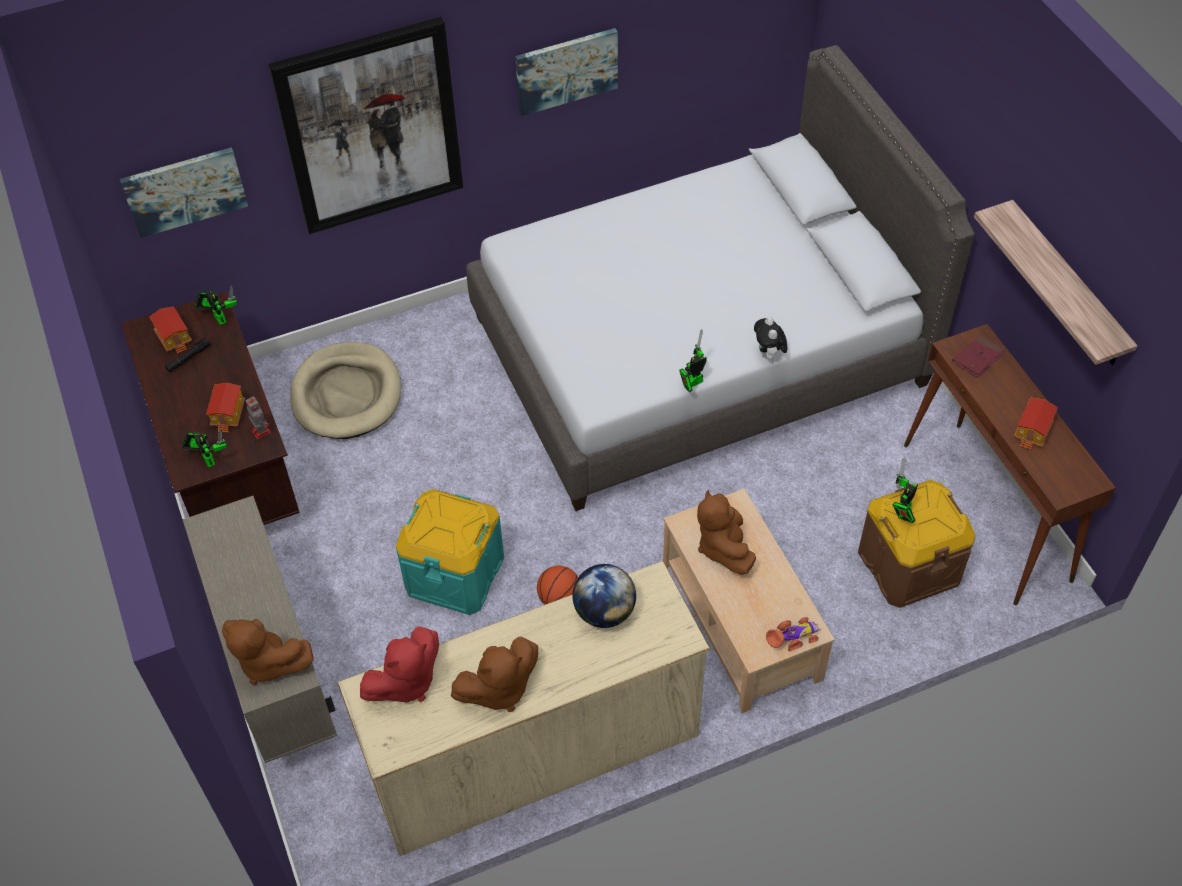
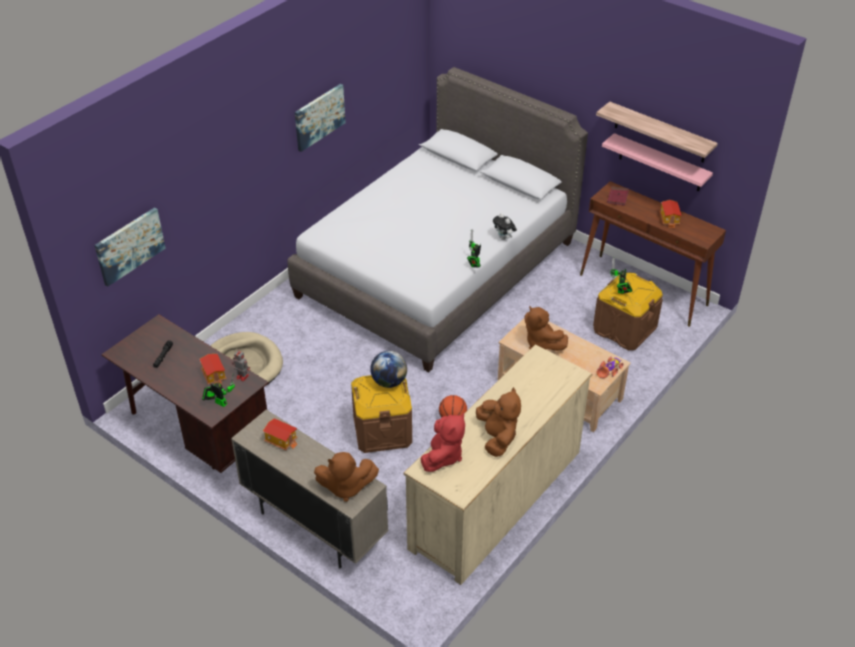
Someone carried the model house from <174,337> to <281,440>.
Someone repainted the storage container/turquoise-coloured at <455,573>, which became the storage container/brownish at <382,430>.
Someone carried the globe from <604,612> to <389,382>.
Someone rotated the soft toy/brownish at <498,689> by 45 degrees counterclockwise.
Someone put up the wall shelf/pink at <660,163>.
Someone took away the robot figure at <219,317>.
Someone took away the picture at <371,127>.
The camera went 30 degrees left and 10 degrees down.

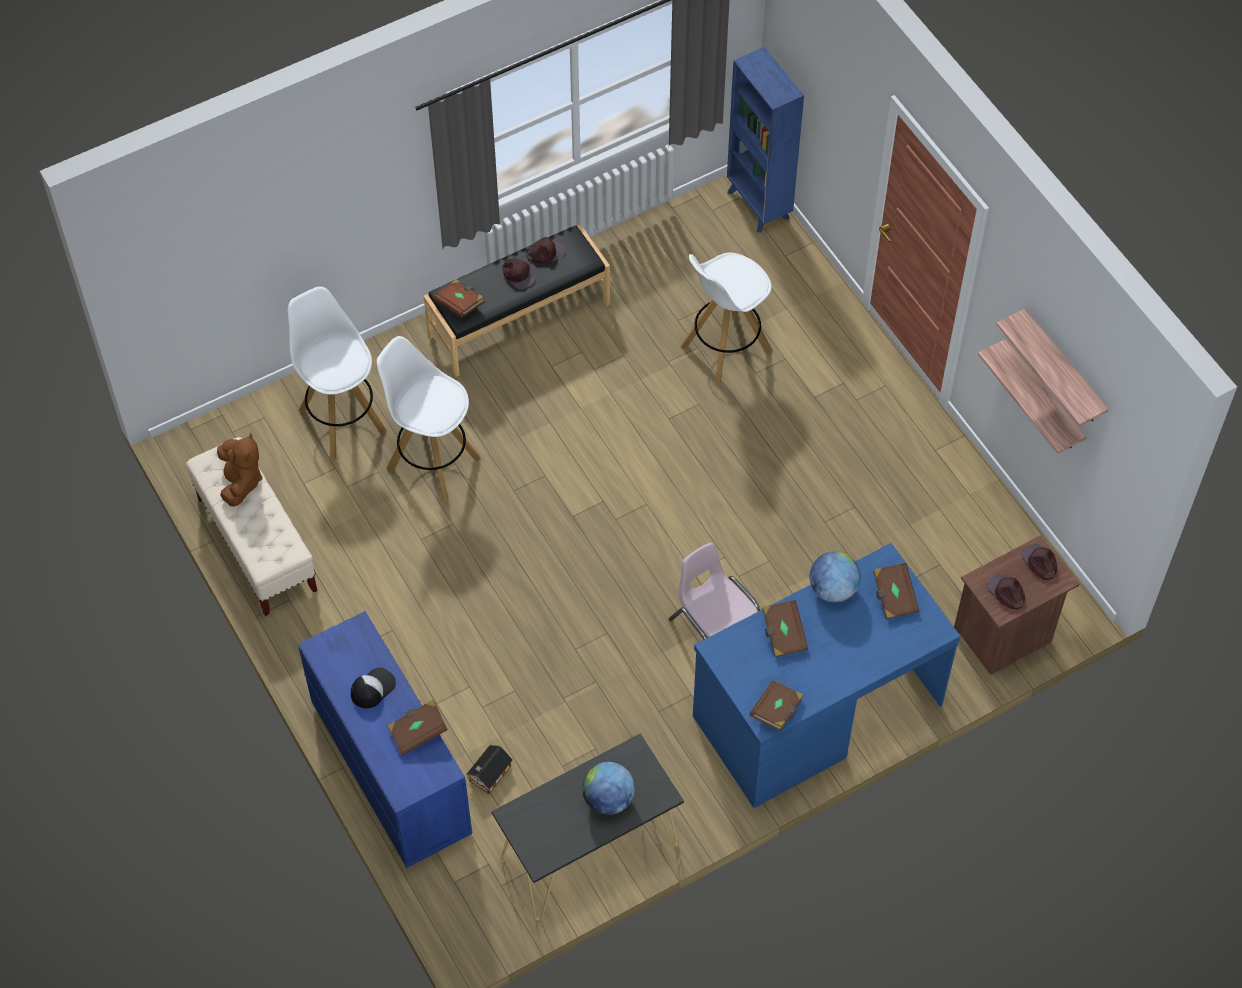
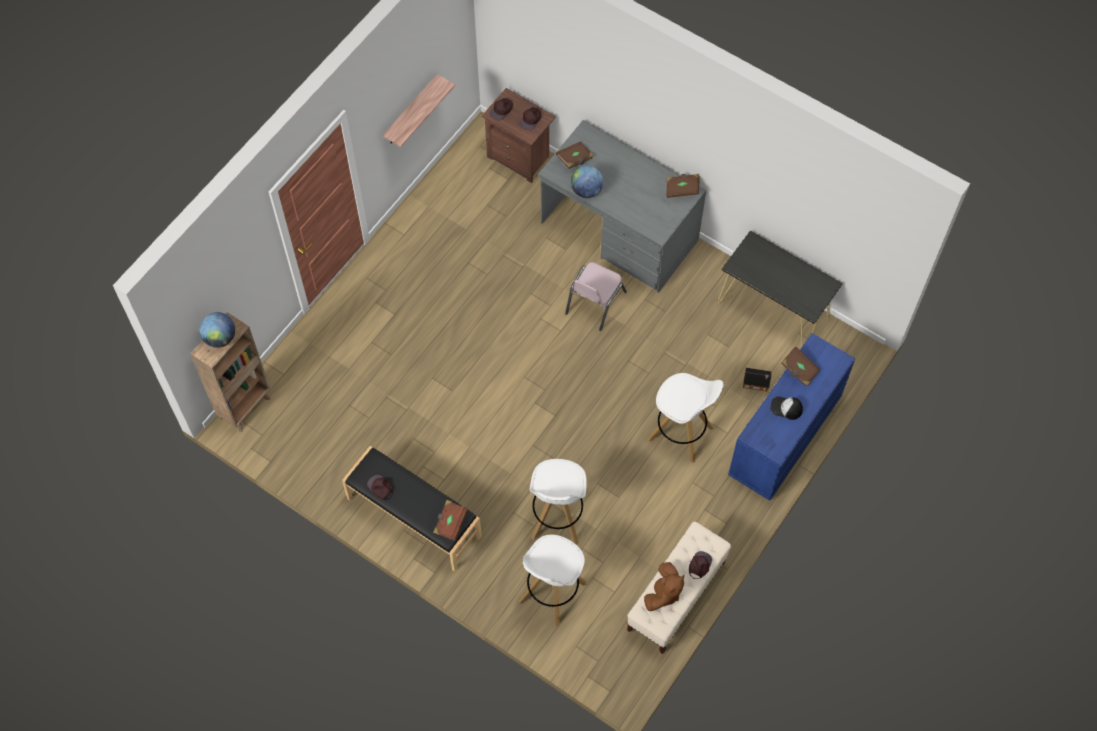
Someone repainted the shelving unit/blue at <758,206>, which became the shelving unit/brownish at <246,407>.
Someone carried the globe from <608,799> to <220,338>.
Someone repainted the desk table/blue at <816,709>, which became the desk table/grey at <619,232>.
Someone rotated the soft toy/brownish at <241,481> by 150 degrees clockwise.
Someone carried the sitting stool/white-coloured from <725,349> to <681,434>.
Someone carried the peaked cap/brownish from <518,274> to <699,565>.
Someone took away the book/brownish at <783,634>.
Someone took away the wall shelf at <1063,369>.
The camera went 115 degrees left and 5 degrees up.

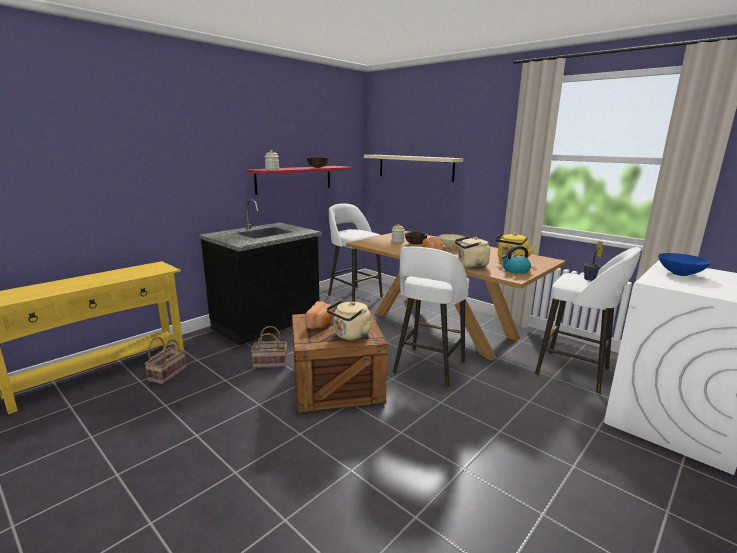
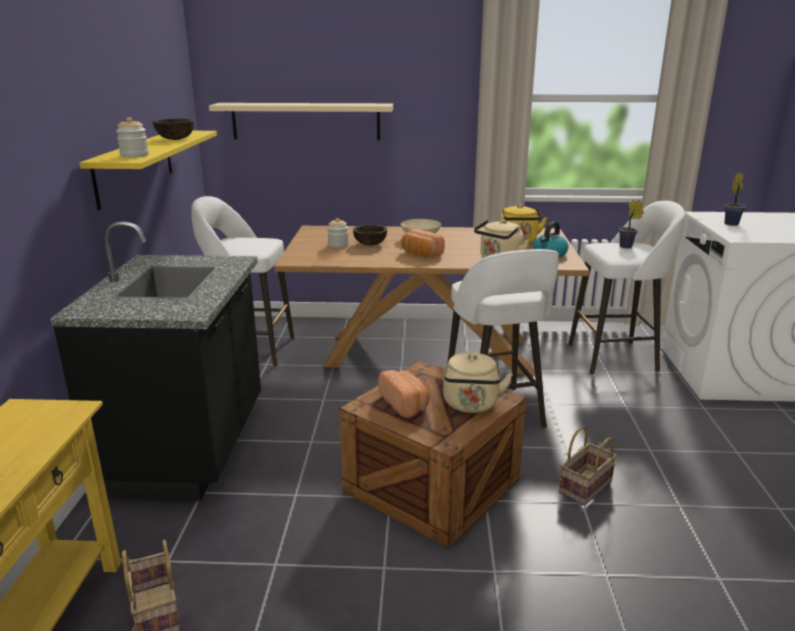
Someone repainted the wall shelf/red at <294,179>, which became the wall shelf/yellowish at <135,166>.
Someone carried the storage basket from <269,363> to <585,488>.
Someone swapped the deep dish/blue at <679,274> for the houseplant at <732,224>.
The camera went 40 degrees left and 5 degrees up.

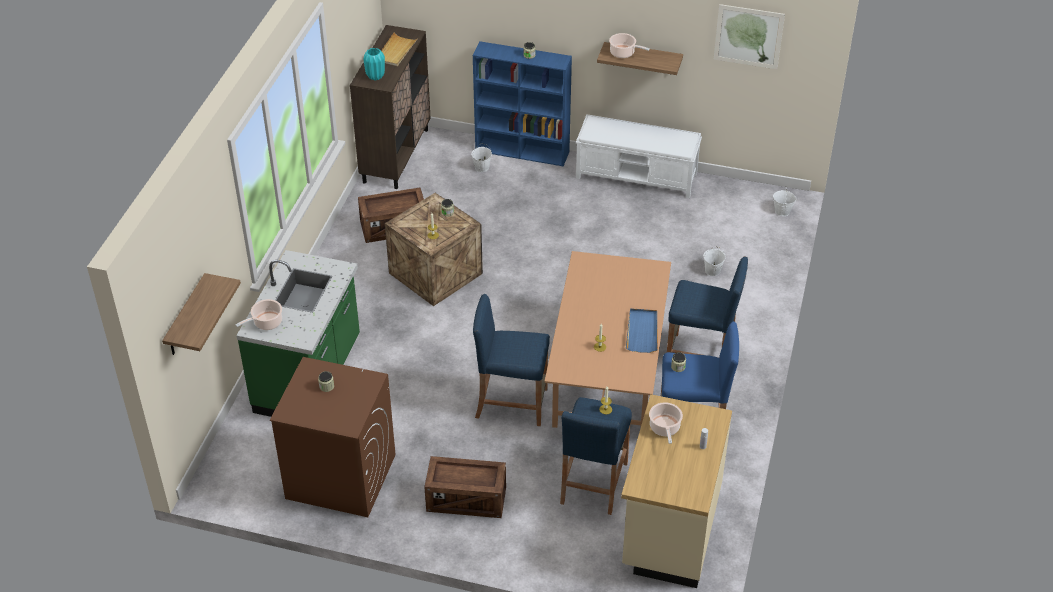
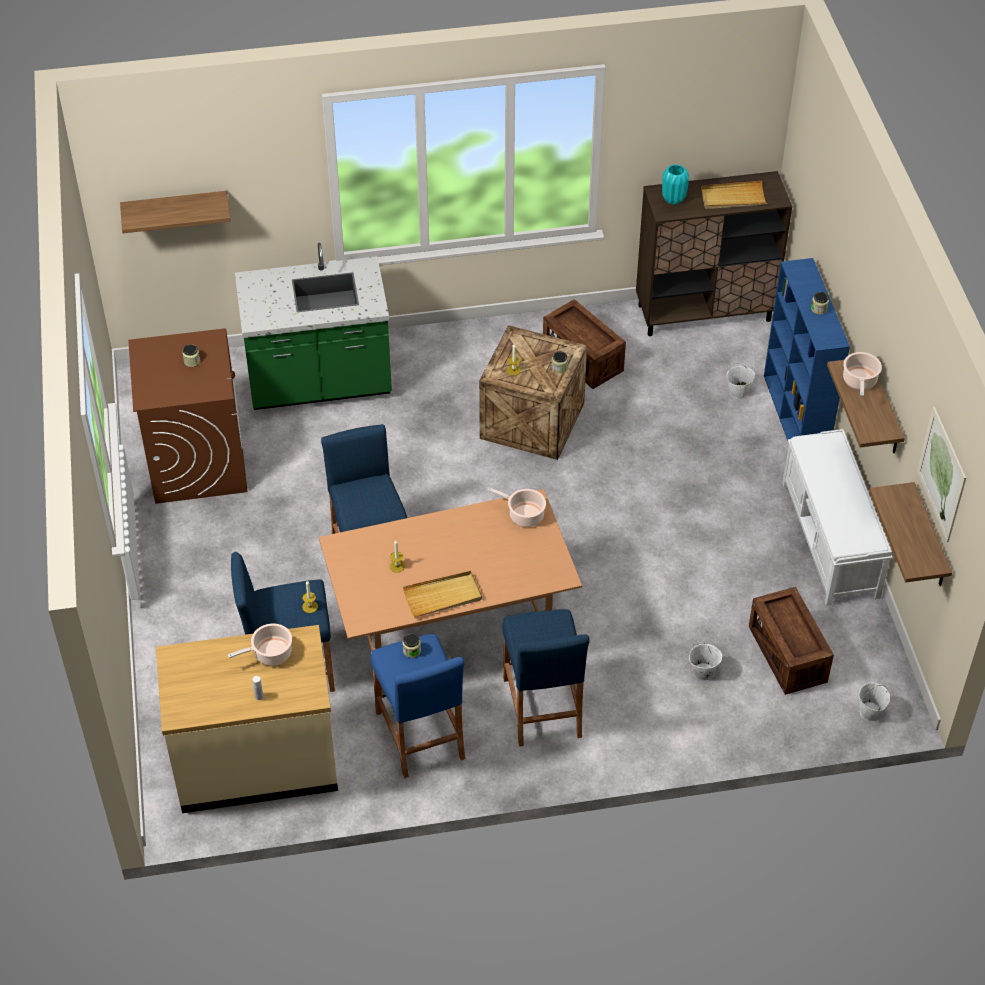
Someone repainted the tray/blue at <642,332>, which became the tray/sand-coloured at <443,596>.
Someone carried the cooking pot from <266,323> to <524,515>.
Someone carried the packing crate from <466,500> to <787,654>.
Someone put up the wall shelf at <929,538>.
The camera went 65 degrees right and 5 degrees up.

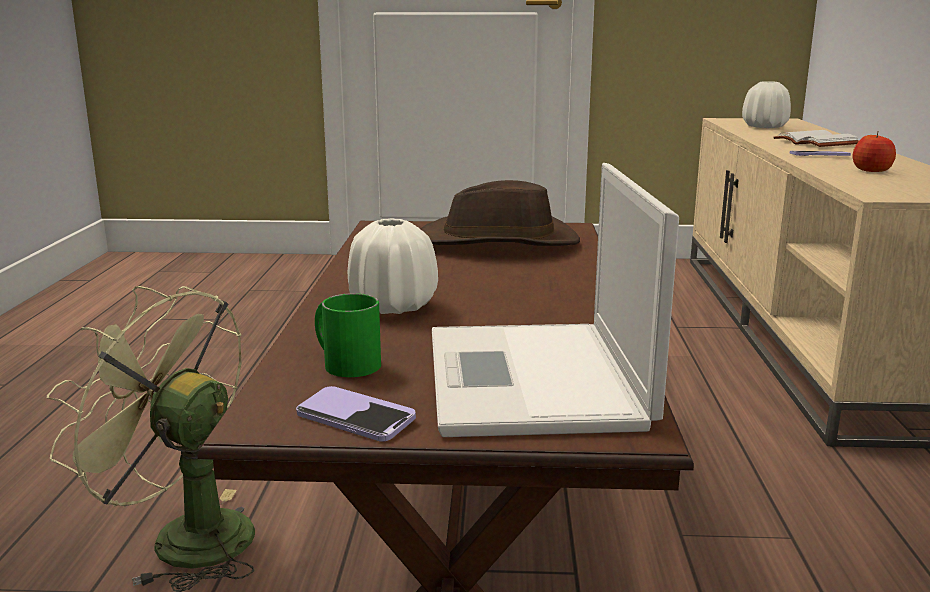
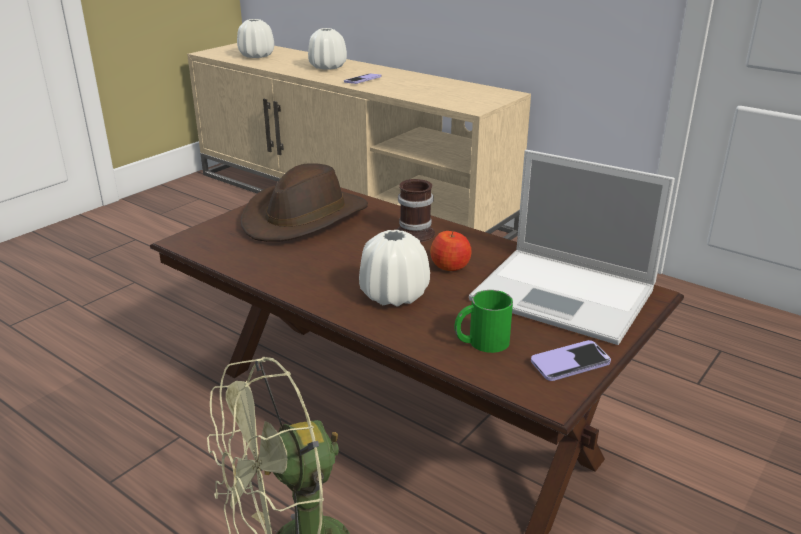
Someone swapped the book/white-coloured at <813,143> for the decorative vase/white-coloured at <327,67>.
Someone put down the tea mug at <415,231>.
Someone carried the apple fruit from <871,170> to <450,266>.
The camera went 55 degrees left and 10 degrees up.

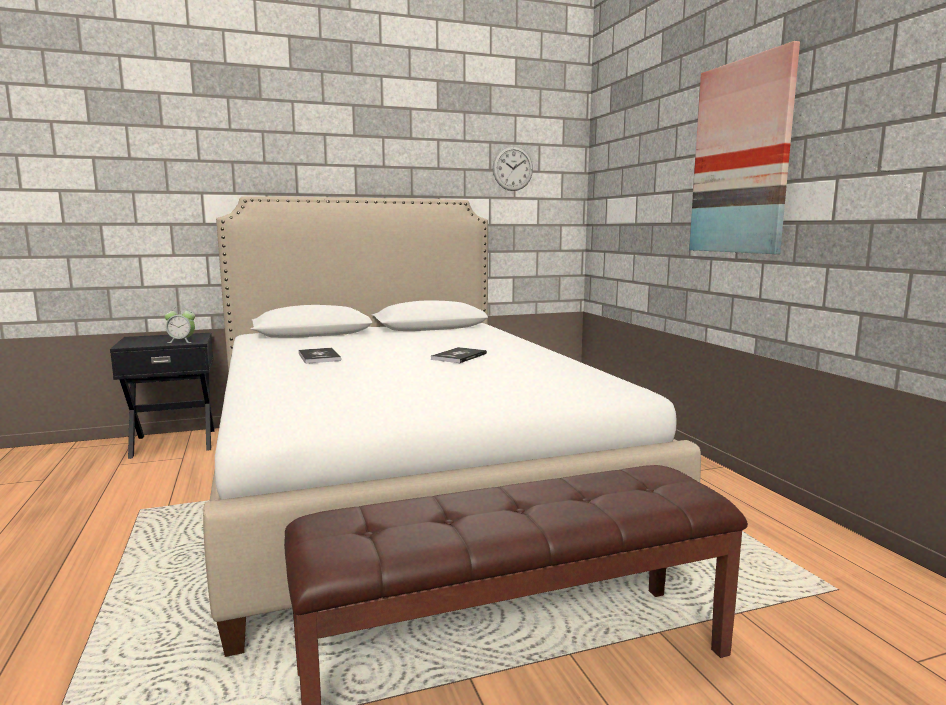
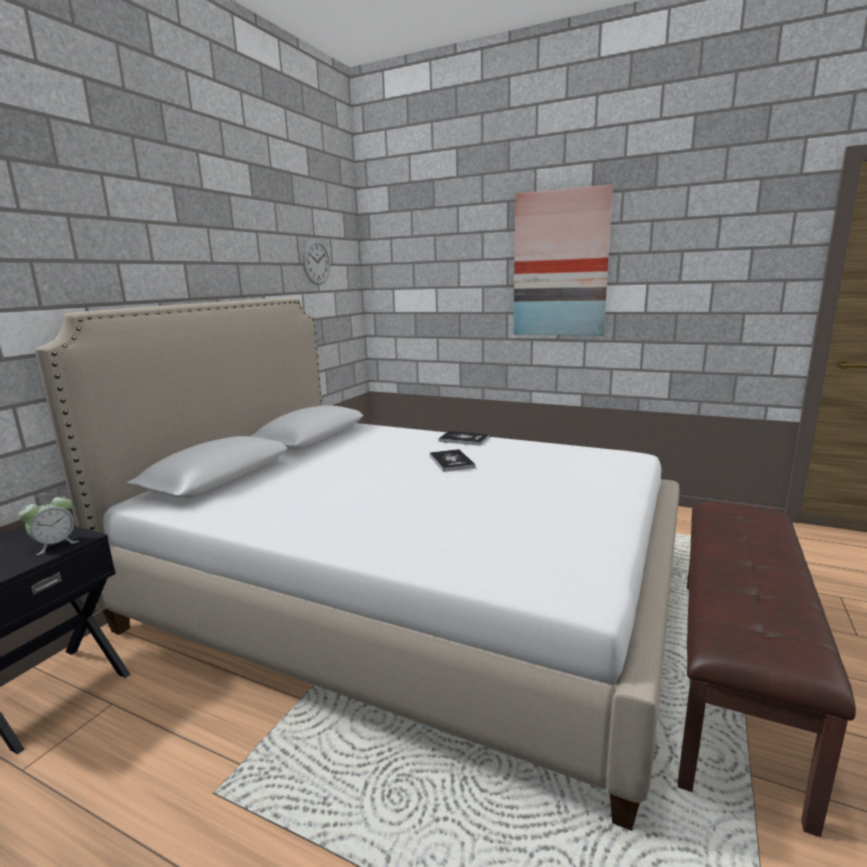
Someone carried the book from <319,357> to <464,439>.
The camera went 45 degrees left and 5 degrees up.

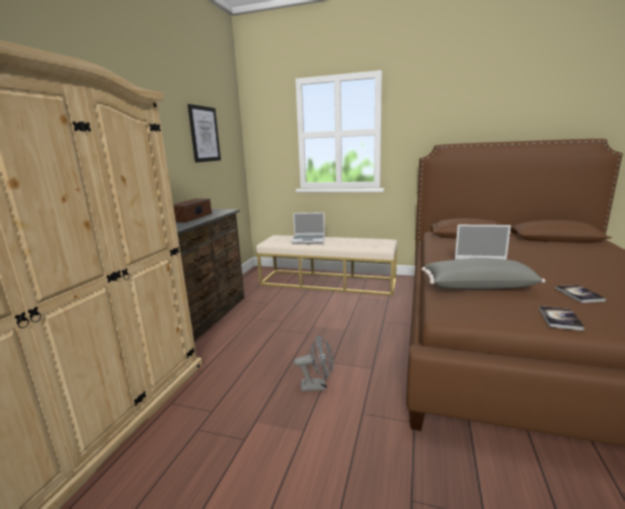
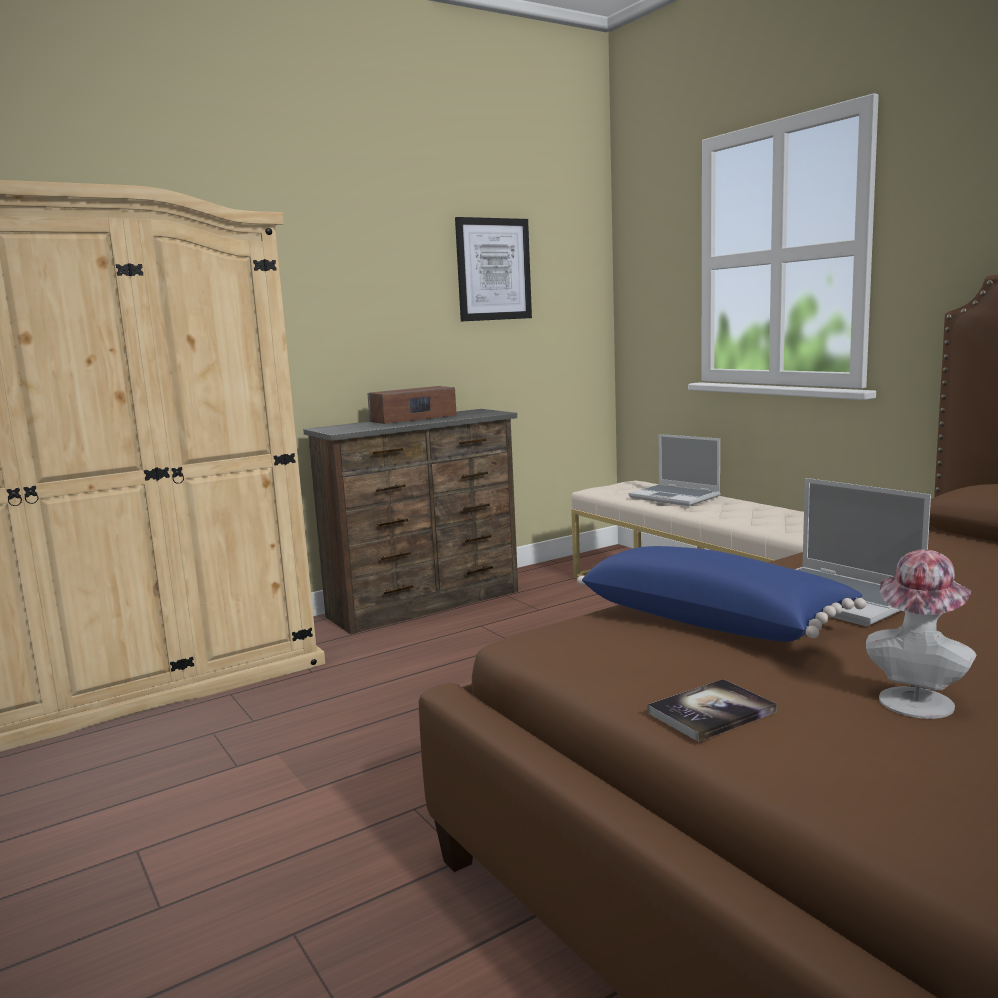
Someone repainted the throw pillow/grey at <477,286>, which became the throw pillow/blue at <713,621>.
Someone swapped the book at <579,294> for the clothing hat at <917,698>.
Someone took away the cooling fan/grey at <318,386>.
The camera went 40 degrees right and 5 degrees down.

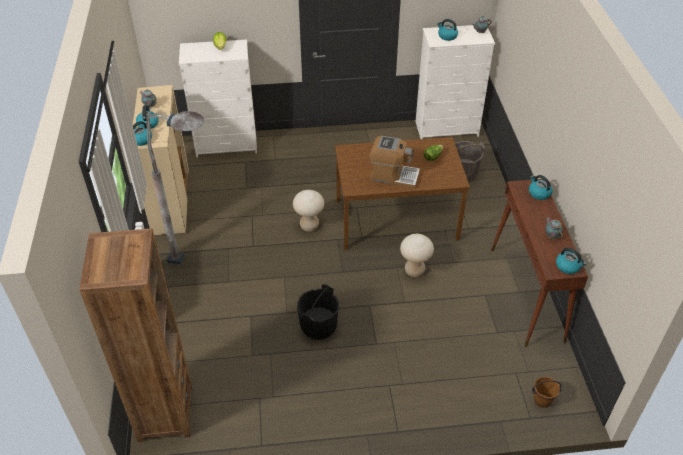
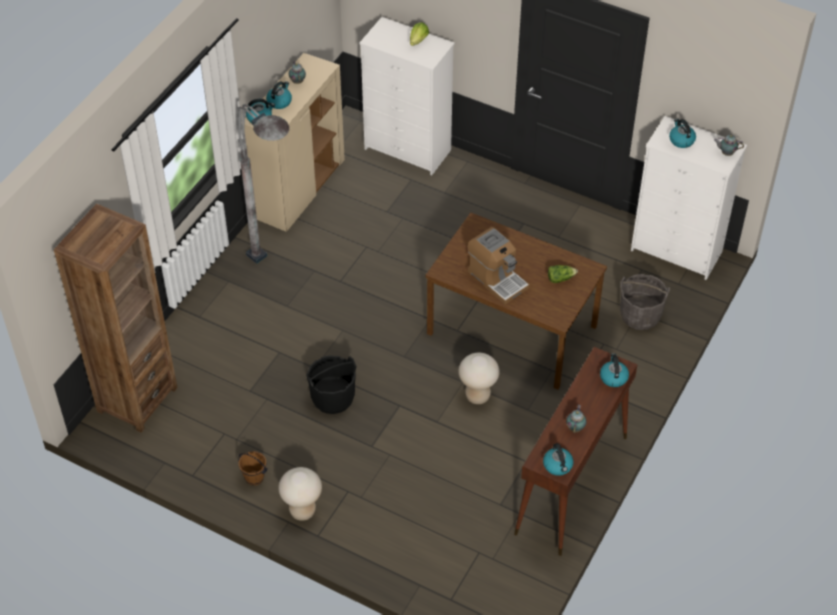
Someone carried the water bucket/brownish from <542,401> to <254,478>.
Someone carried the sitting stool/sand-coloured from <309,226> to <302,511>.
The camera went 35 degrees right and 5 degrees up.

